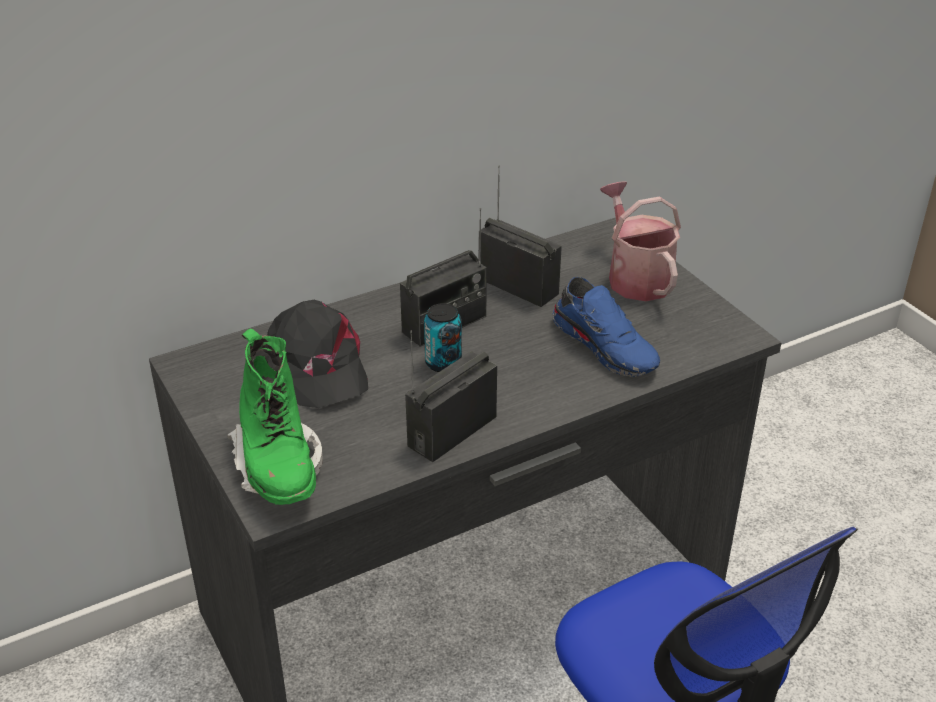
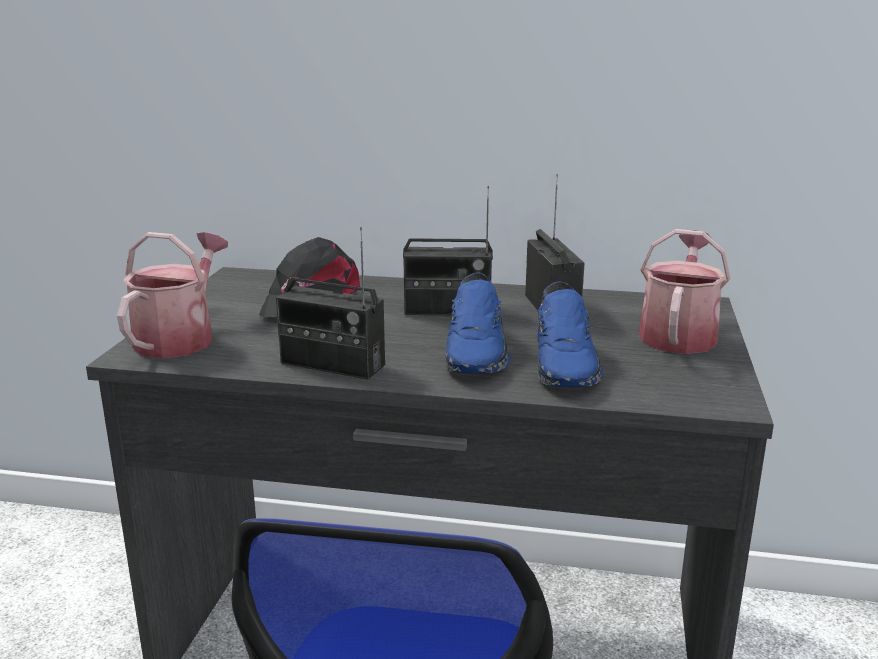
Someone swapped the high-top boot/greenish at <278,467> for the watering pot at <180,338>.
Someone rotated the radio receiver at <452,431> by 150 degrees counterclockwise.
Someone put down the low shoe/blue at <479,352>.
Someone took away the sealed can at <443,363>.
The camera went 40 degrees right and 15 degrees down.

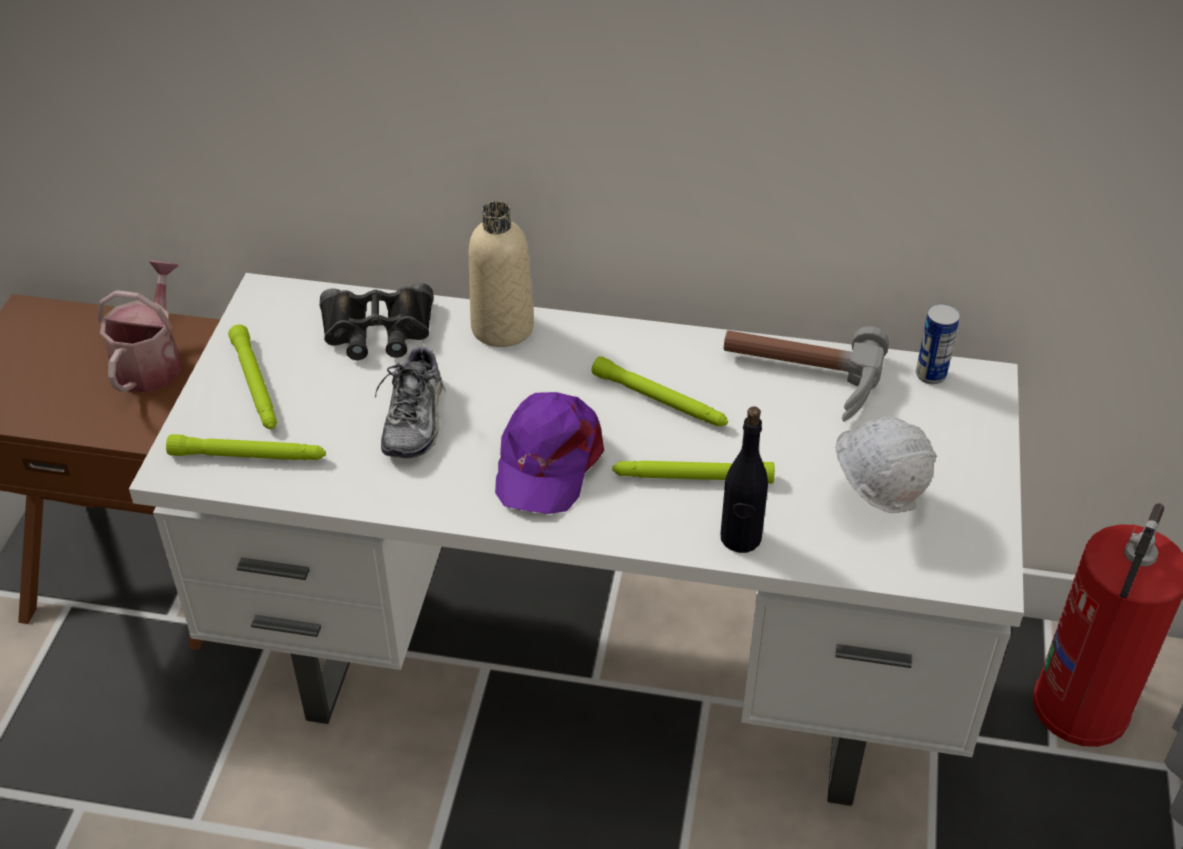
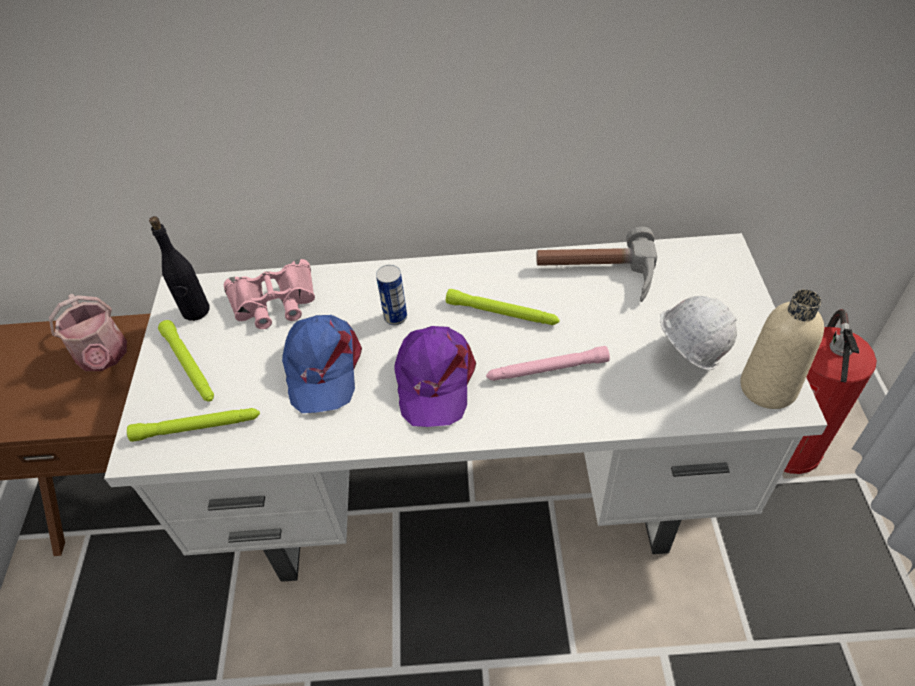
Someone rotated the watering pot at <152,361> by 150 degrees clockwise.
Someone carried the bottle/black from <740,538> to <196,311>.
Someone repainted the pair of binoculars/black at <378,330>, which became the pair of binoculars/pink at <274,302>.
Someone swapped the low shoe at <415,419> for the peaked cap/blue at <322,368>.
Someone carried the sealed can from <930,374> to <395,317>.
Someone repainted the torch/greenish at <692,477>, which became the torch/pink at <546,369>.
Someone carried the bottle/sand-coloured from <502,327> to <768,387>.
The camera went 10 degrees left and 5 degrees up.

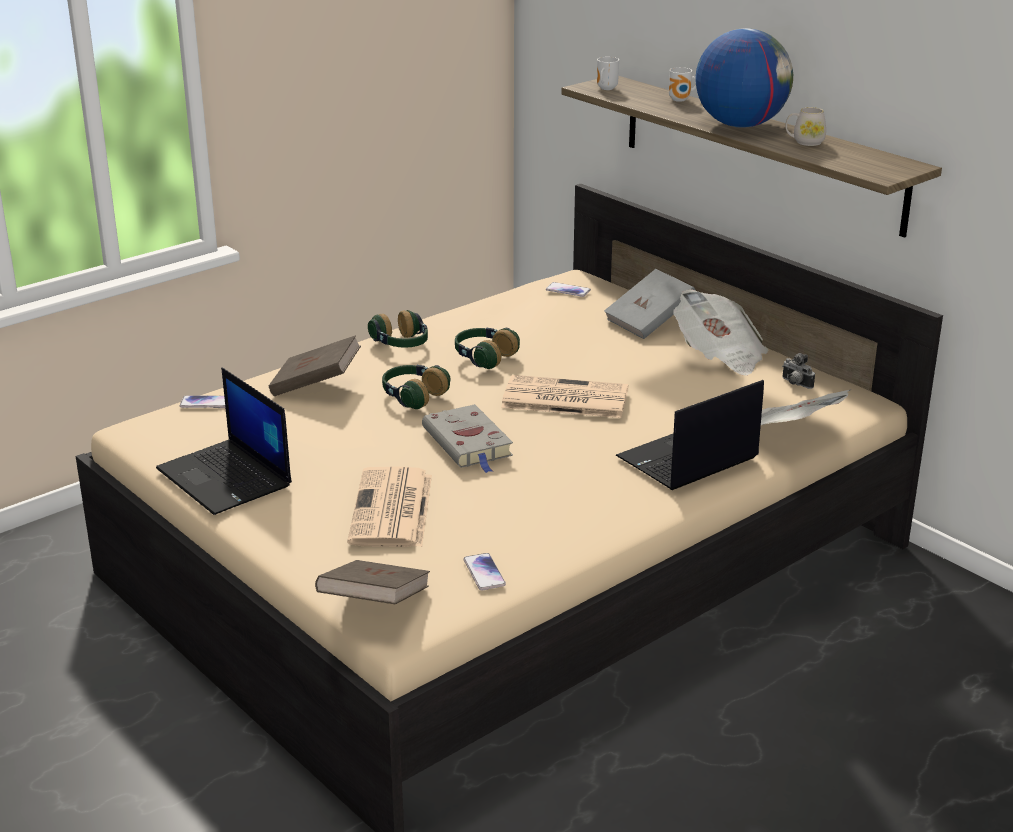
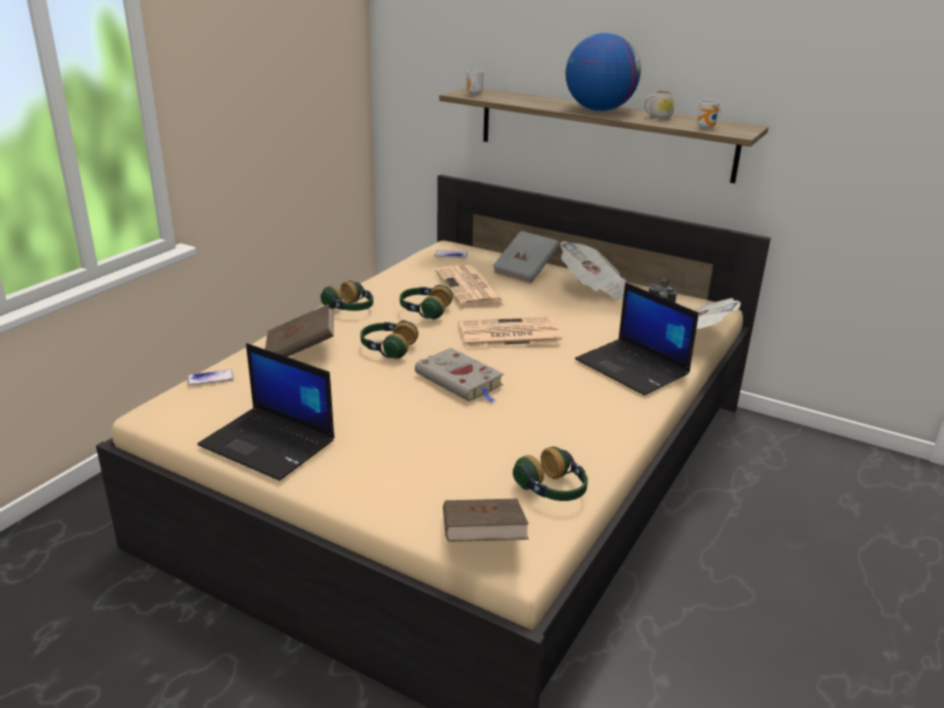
Someone carried the daily paper from <392,510> to <470,287>.
Someone swapped the telephone at <484,573> for the pair of headphones at <552,490>.
Someone rotated the notebook computer at <687,459> by 75 degrees counterclockwise.
Someone carried the tea mug from <681,100> to <707,128>.
The camera went 20 degrees left and 0 degrees up.

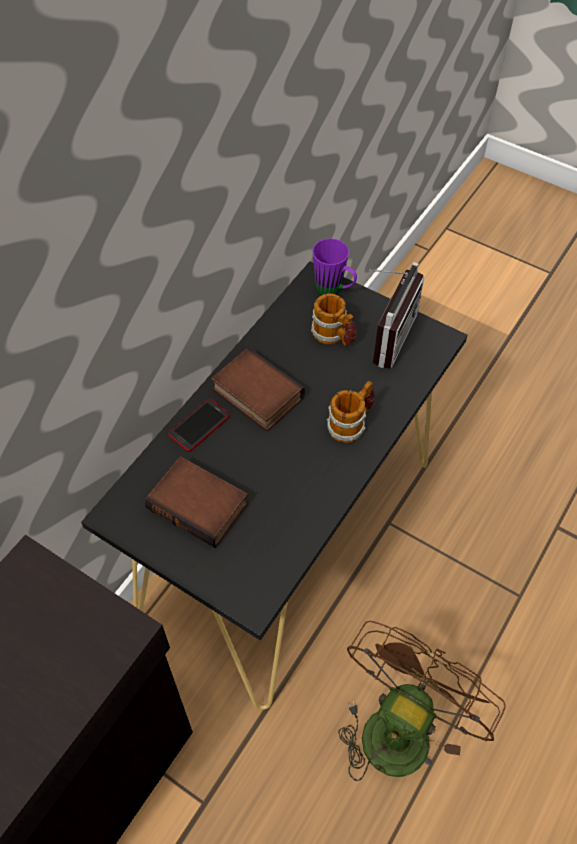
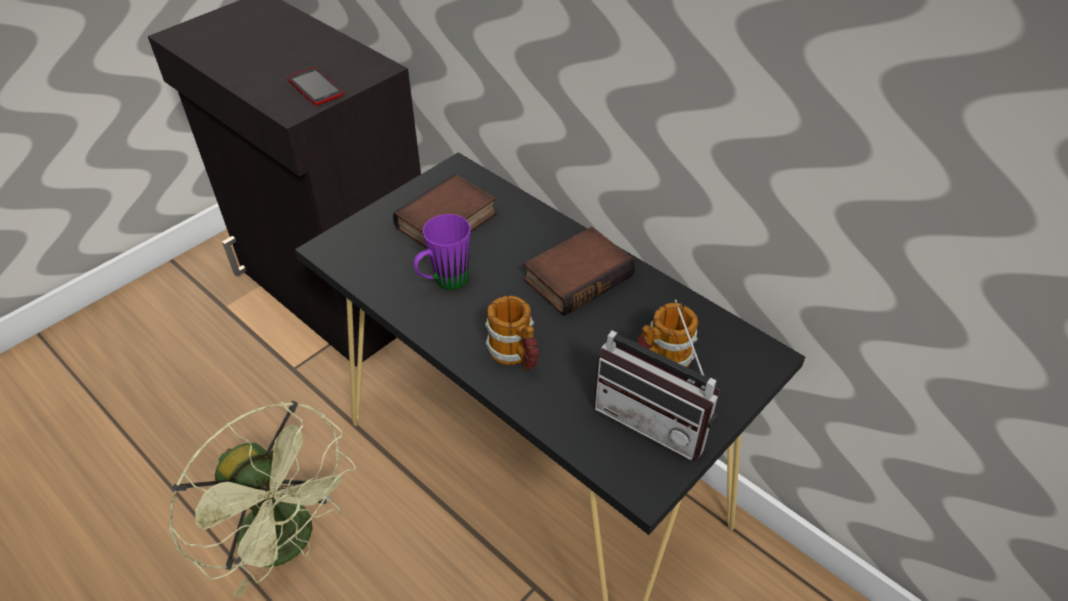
Someone repainted the cooling fan/brownish at <400,725>, which became the cooling fan/greenish at <289,542>.
Someone carried the telephone from <199,426> to <315,87>.
Someone carried the tea mug/purple-coloured from <334,290> to <444,283>.
The camera went 100 degrees right and 10 degrees down.

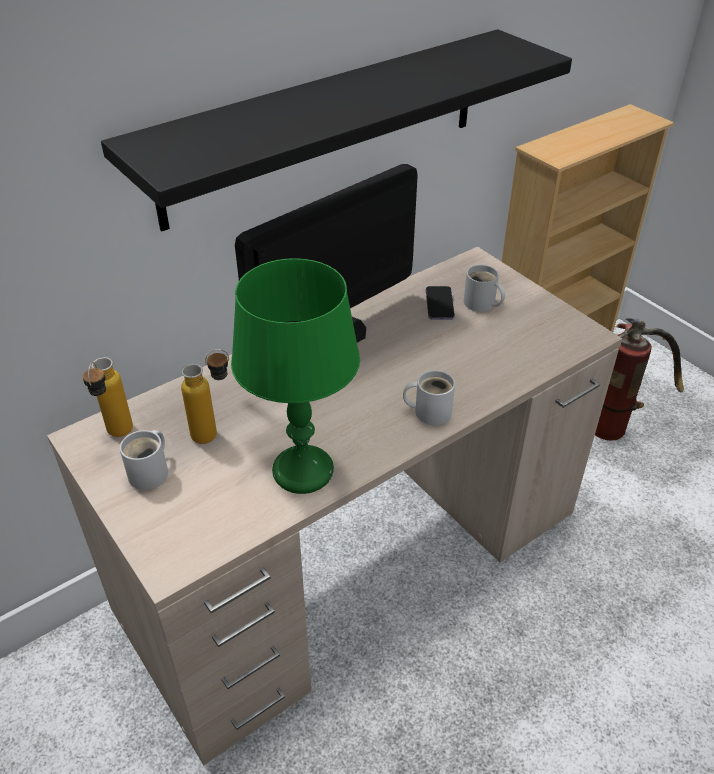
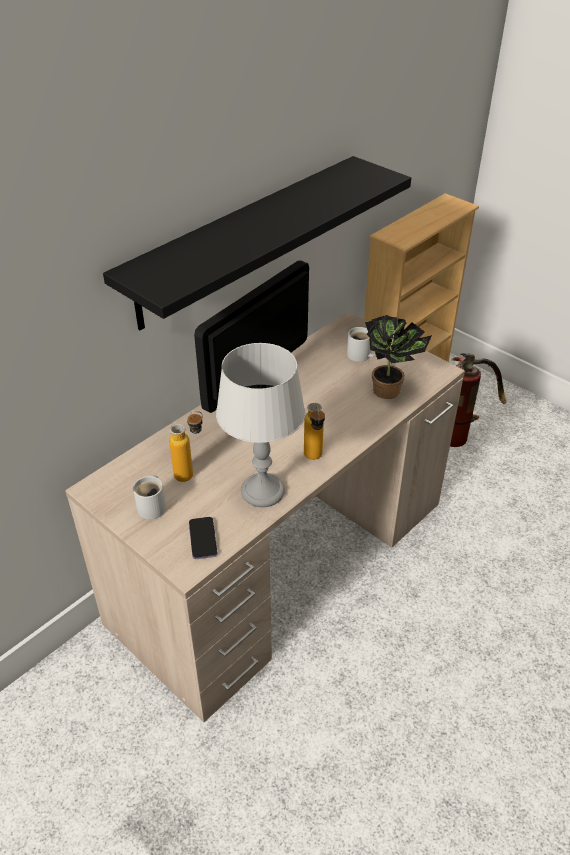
Someone carried the telephone from <439,304> to <203,539>.
Someone repainted the table lamp/greenish at <304,471>, which became the table lamp/grey at <263,491>.
Someone carried the bottle from <117,437> to <314,459>.
Someone put down the houseplant at <390,390>.
Someone took away the tea mug/white-coloured at <429,411>.
The camera went 10 degrees left and 0 degrees up.

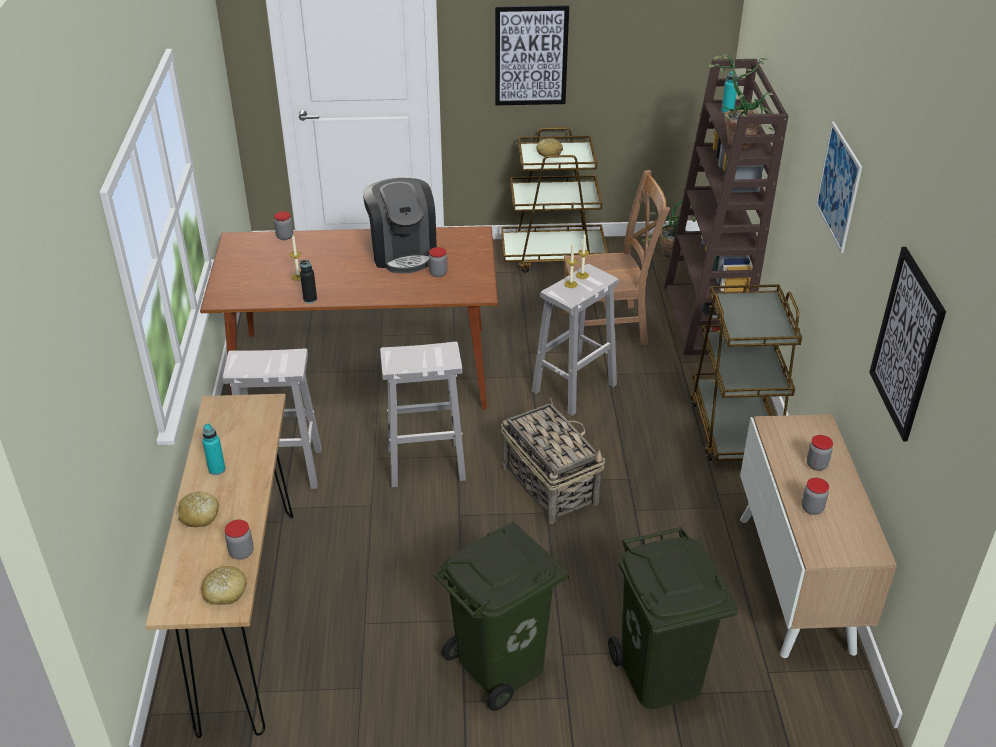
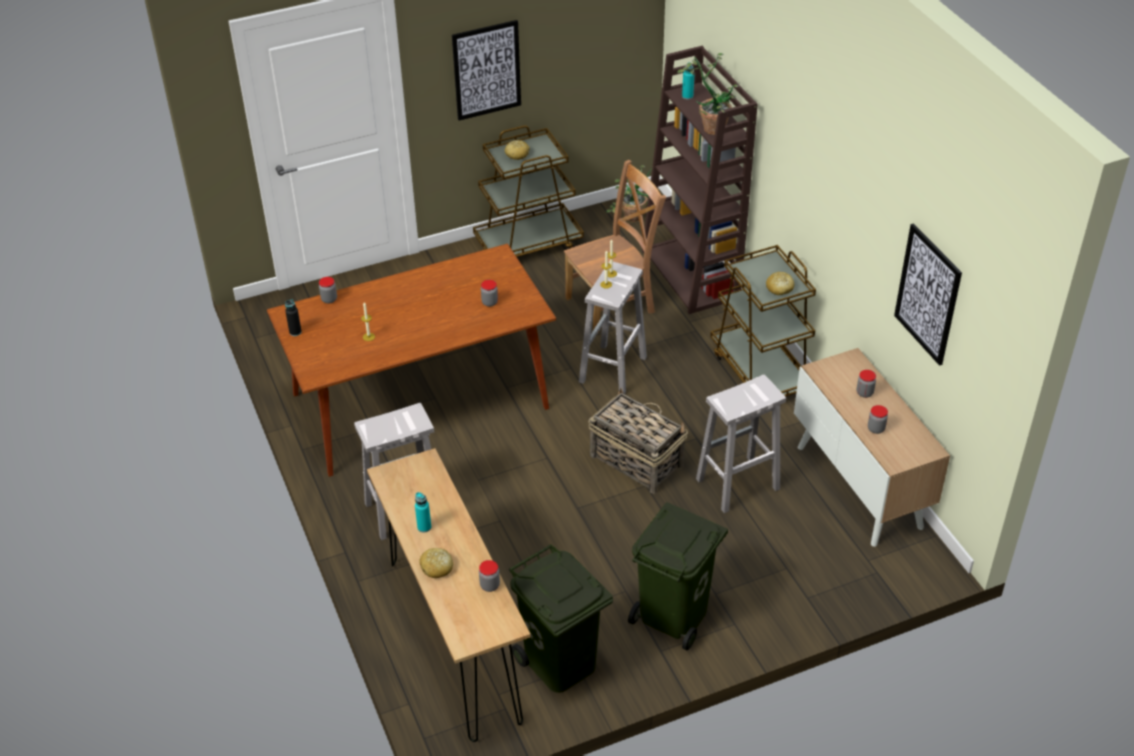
Someone carried the bottle/black from <310,299> to <295,332>.
Someone carried the waste bin/greenish from <659,675> to <559,663>.
Someone carried the sitting stool/white-coloured from <424,464> to <736,485>.
Someone carried the baked bread from <225,592> to <779,288>.
Someone took away the coffee brewer at <403,252>.
Someone took away the picture at <838,186>.
The camera went 20 degrees left and 5 degrees up.

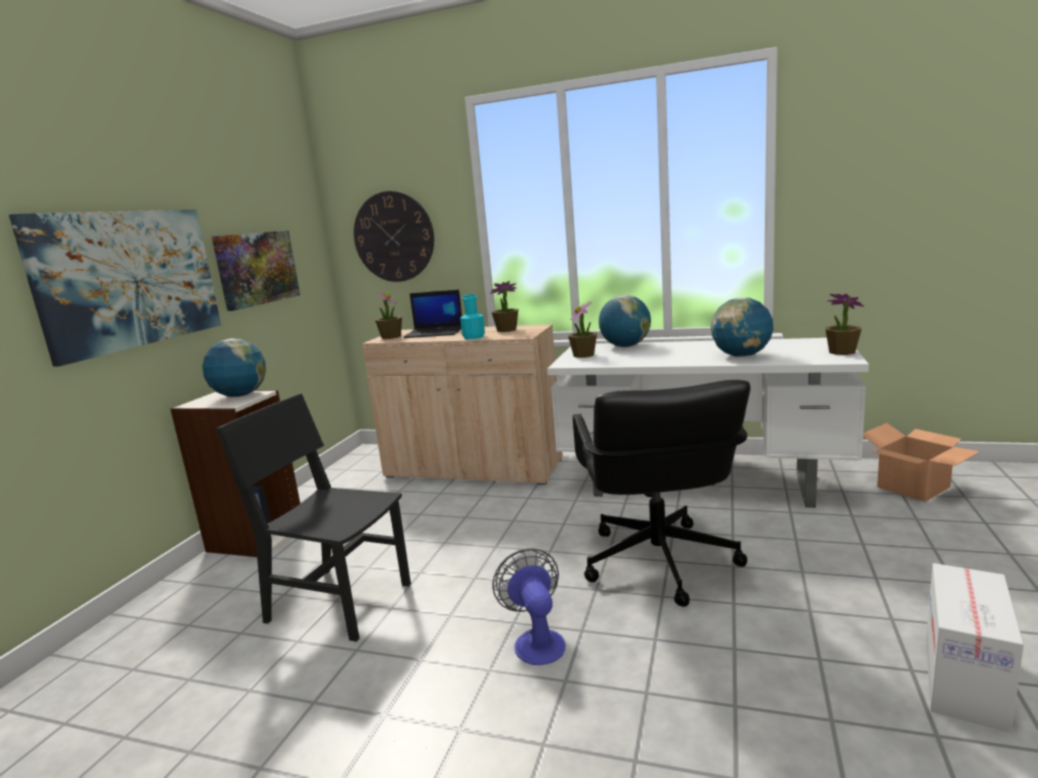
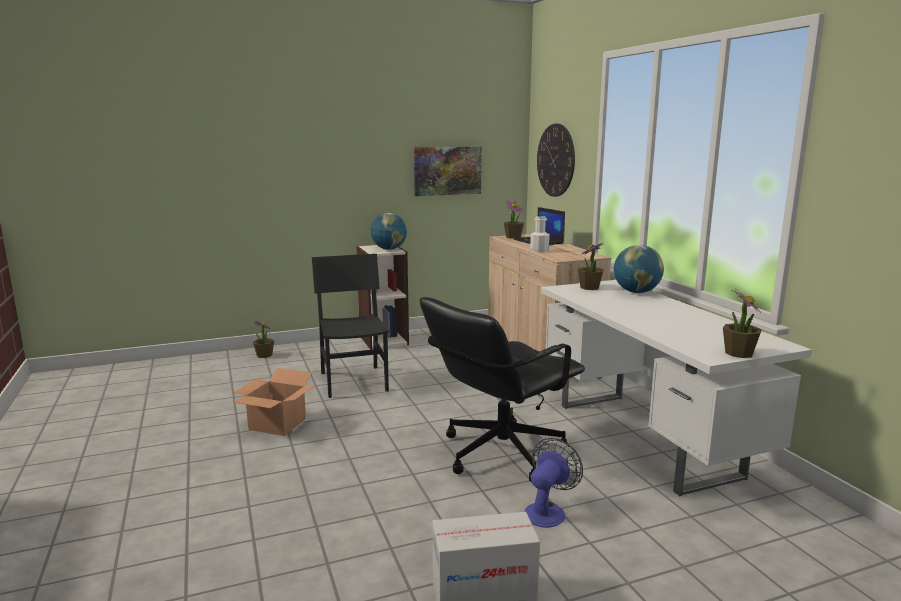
Someone carried the cardboard box from <913,486> to <278,424>.
Someone carried the houseplant from <506,330> to <264,355>.
Someone carried the cooling fan from <536,640> to <547,511>.
Someone repainted the bottle/turquoise-coloured at <474,337>, which became the bottle/white-coloured at <539,251>.
Someone took away the picture at <129,279>.
Someone took away the globe at <741,356>.
The camera went 50 degrees right and 0 degrees up.

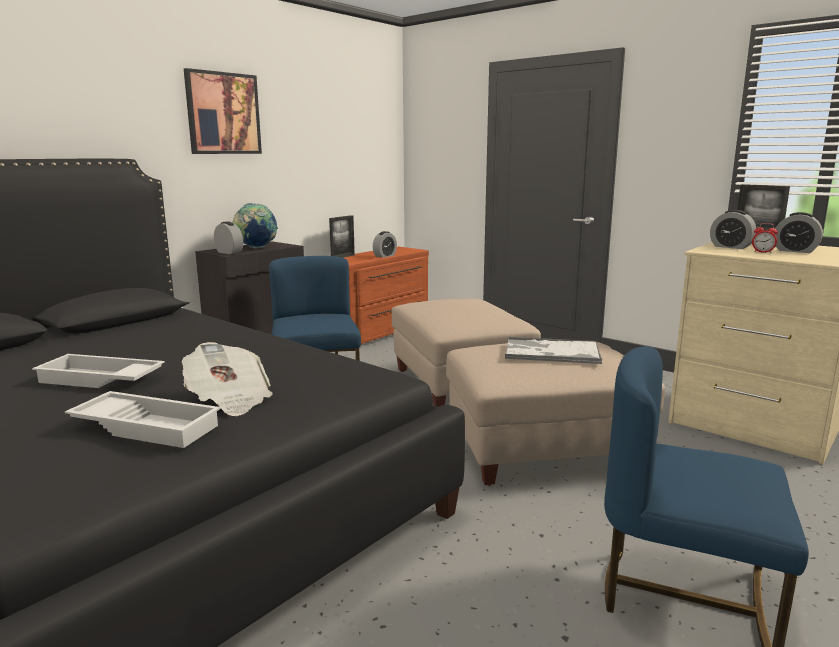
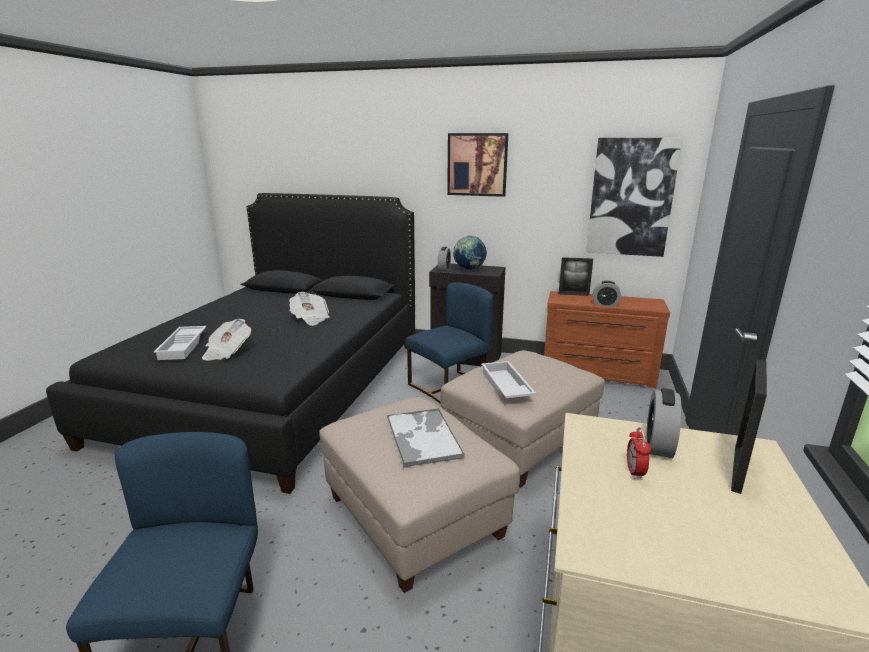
Someone put down the daily paper at <310,319>.
Someone carried the tray/white-coloured from <99,380> to <505,386>.
Someone put up the picture at <631,198>.
Someone took away the alarm clock at <795,251>.
The camera went 65 degrees right and 5 degrees up.

